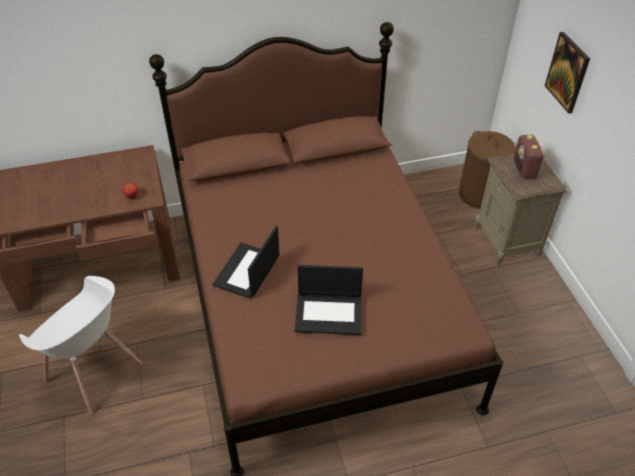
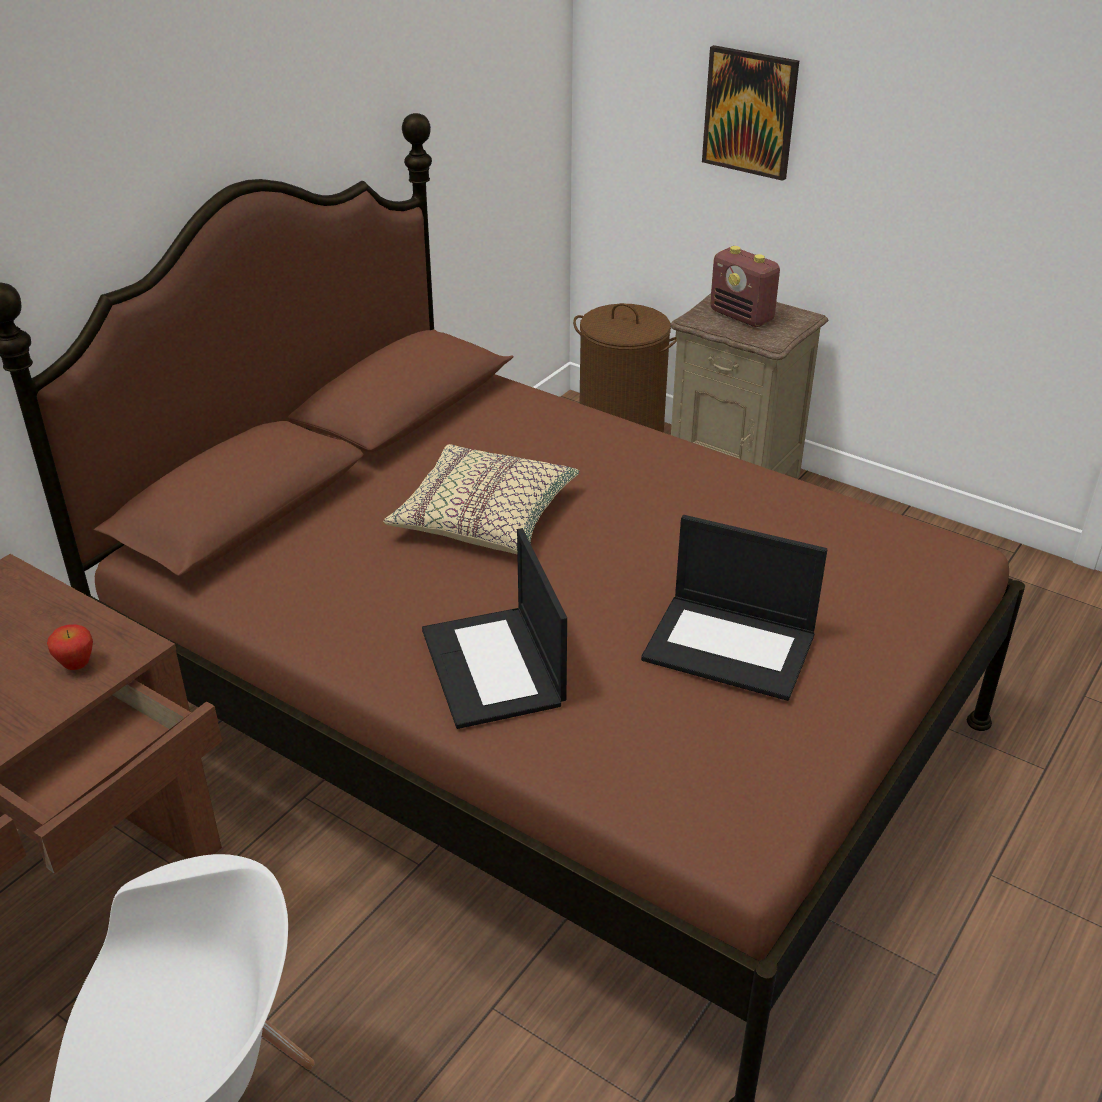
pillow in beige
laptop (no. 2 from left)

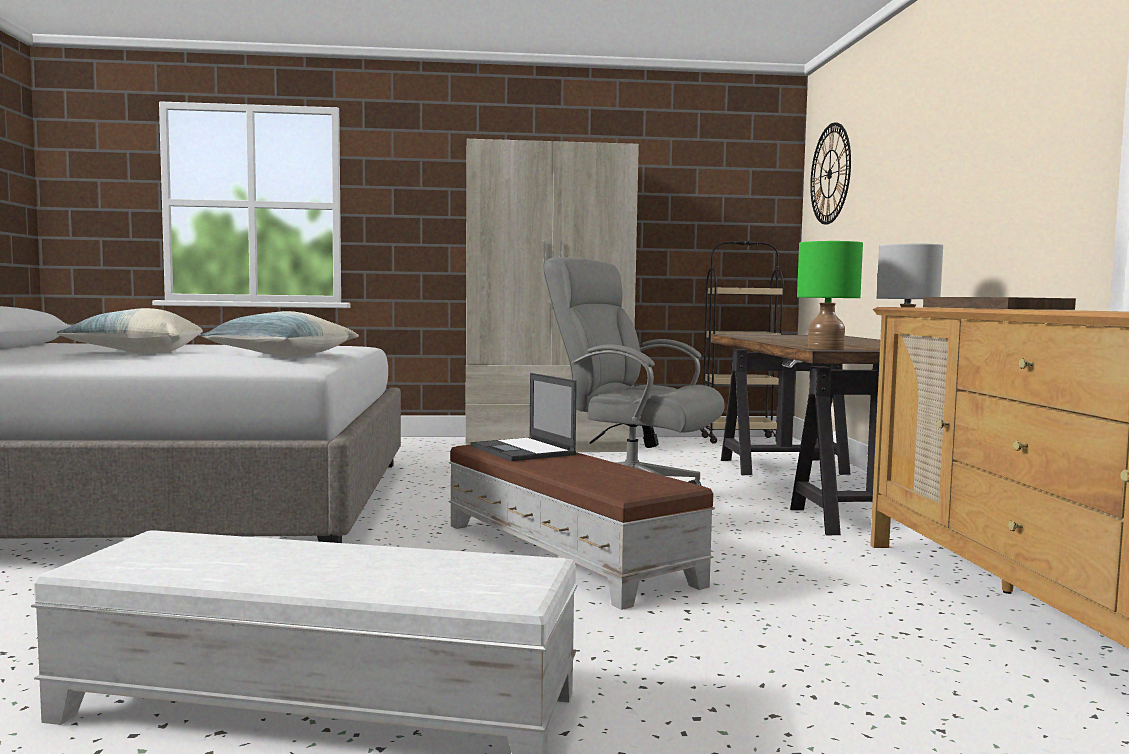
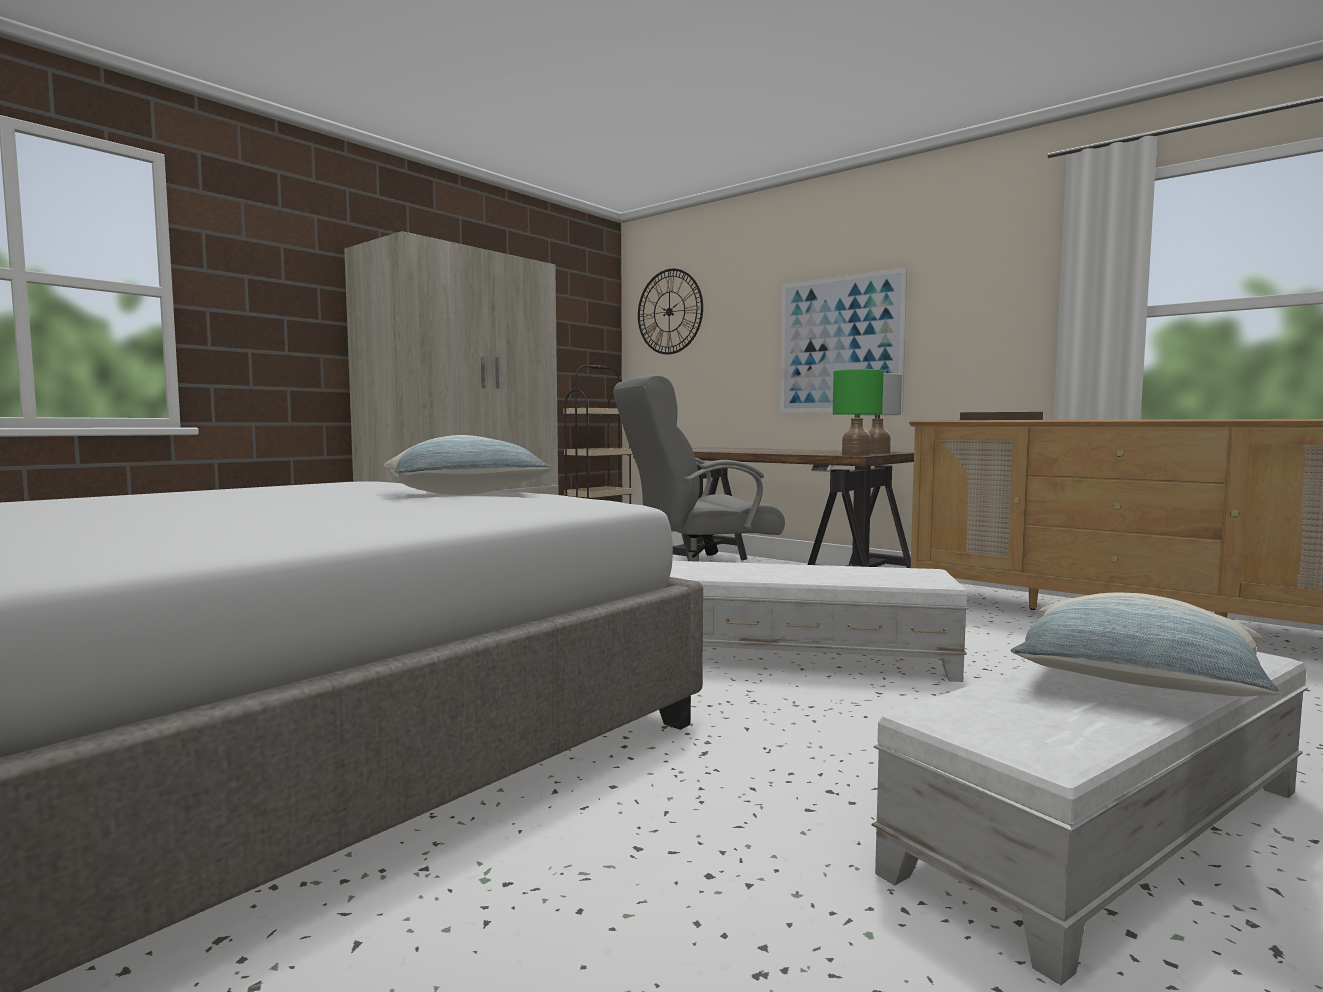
ottoman in white (no. 1 from left)
picture
pillow (no. 2 from left)
laptop

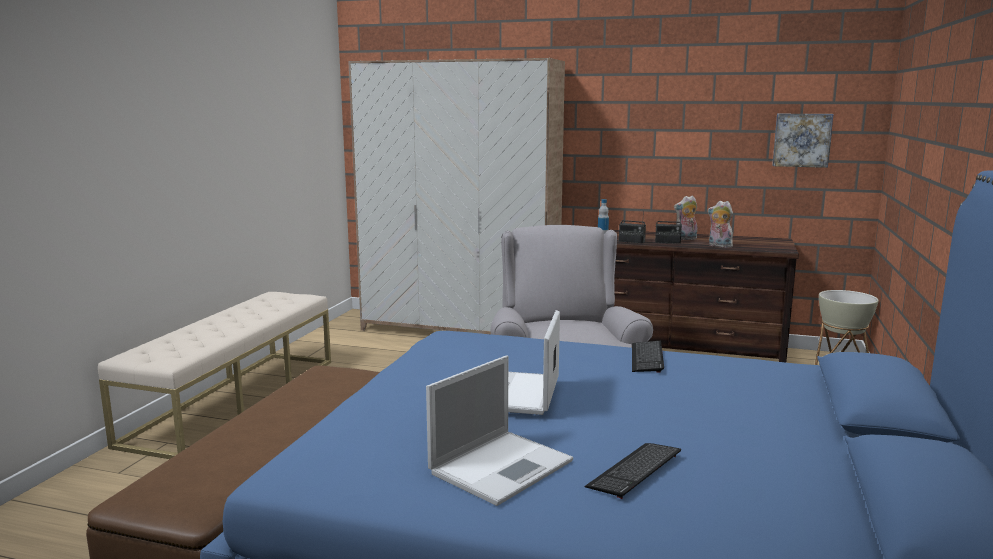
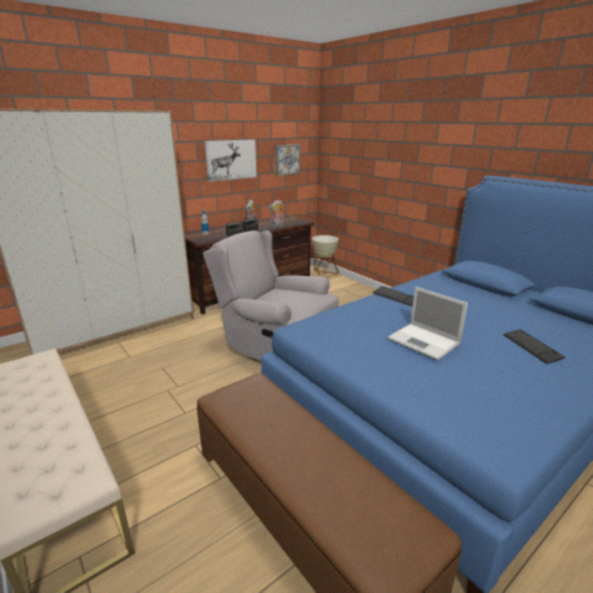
picture (no. 1 from left)
laptop (no. 1 from left in the first image)

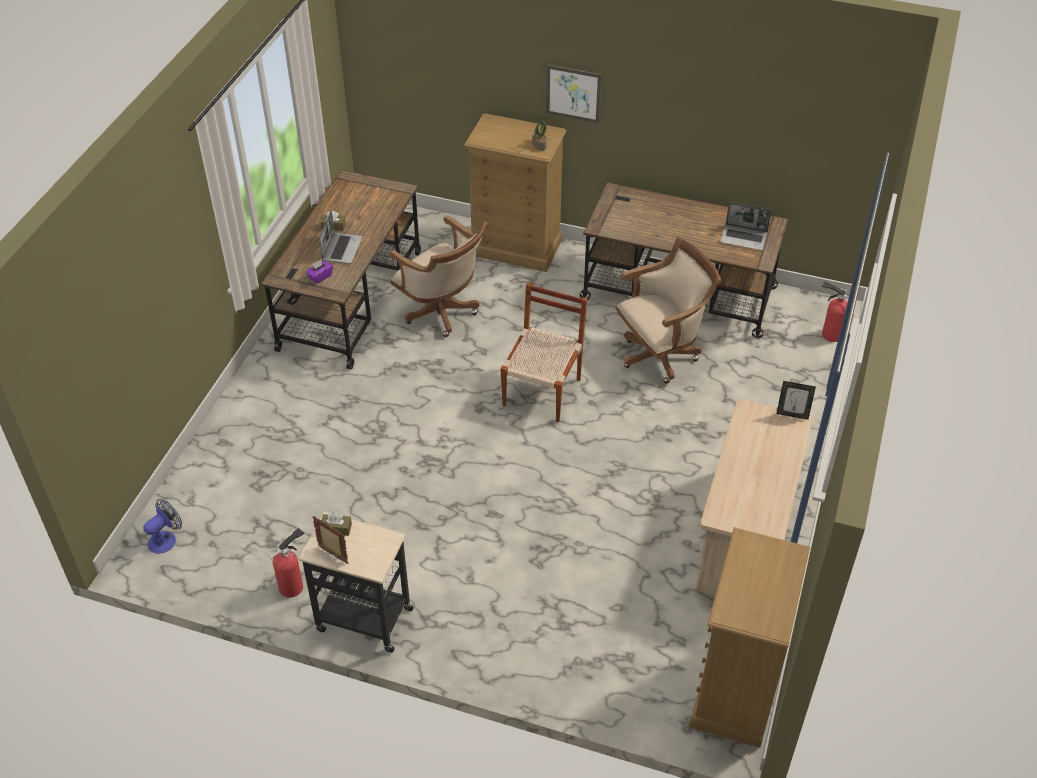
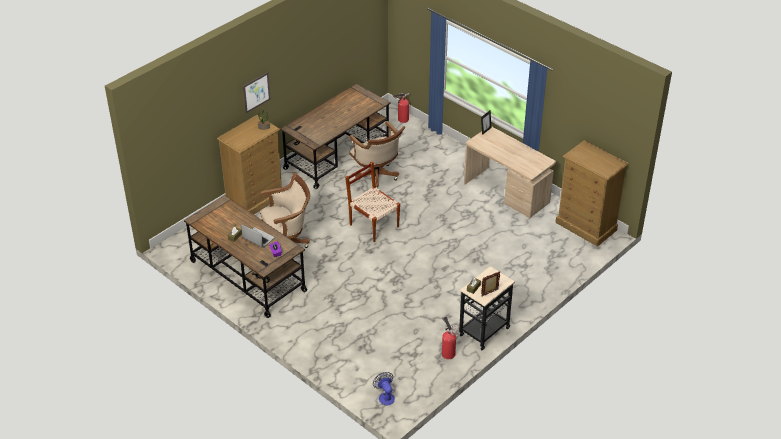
office chair (no. 2 from left)
laptop (no. 2 from left in the first image)

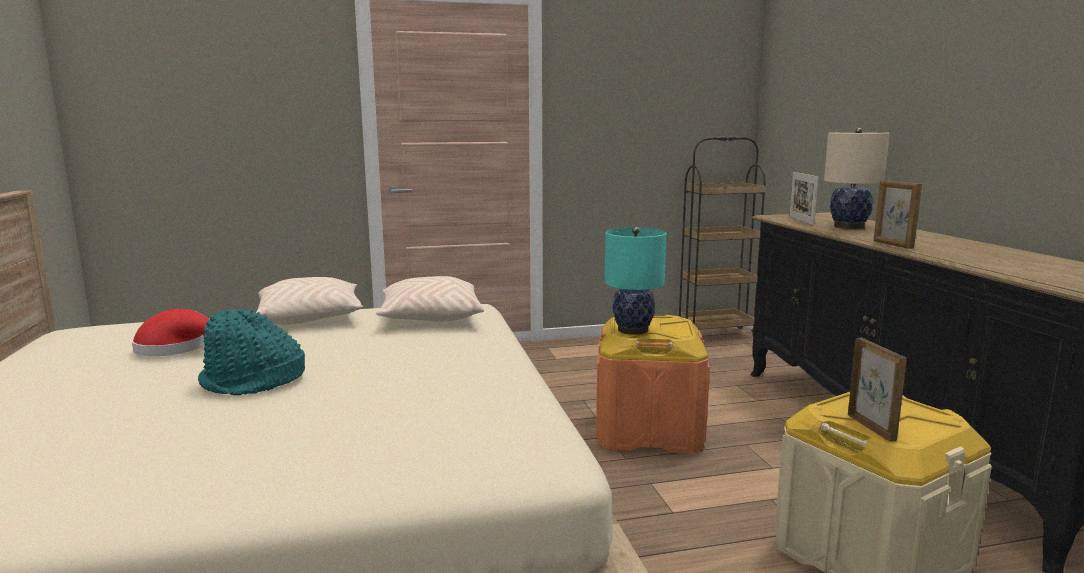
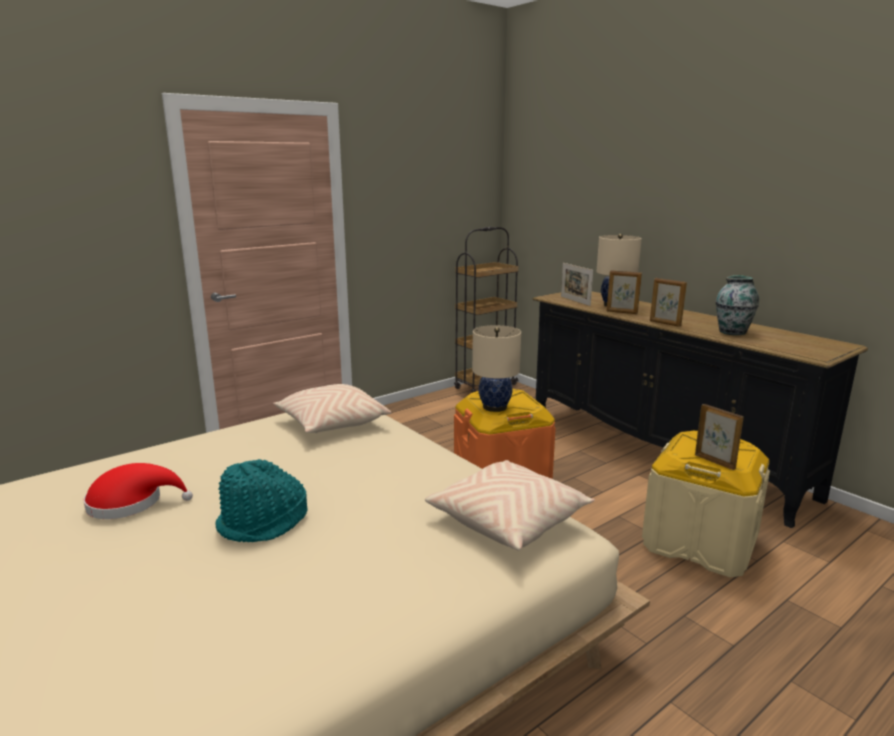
pillow in beige (no. 2 from left)
table lamp in beige (no. 1 from left)
picture frame (no. 2 from left)
vase

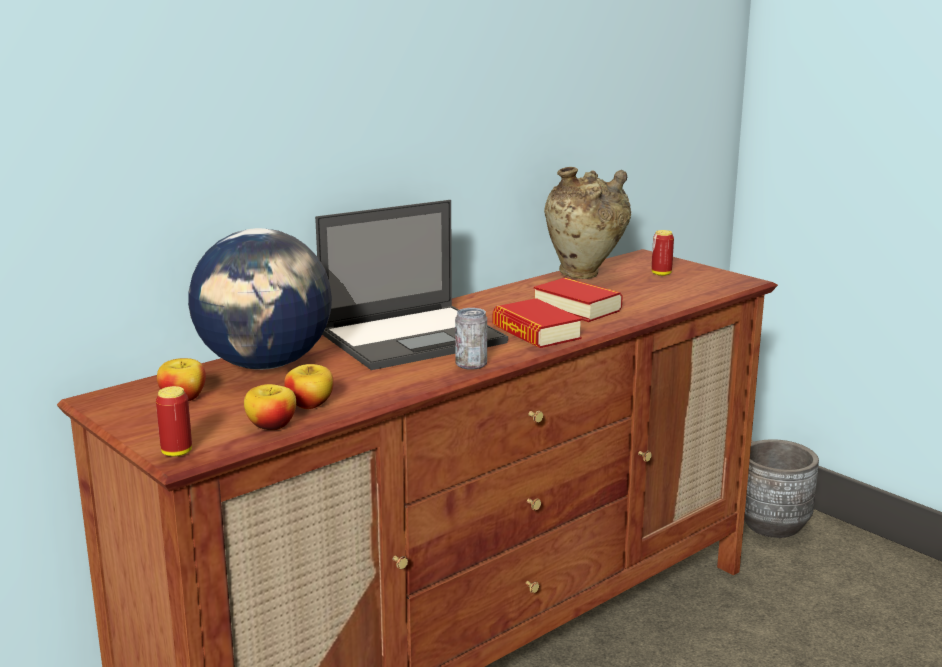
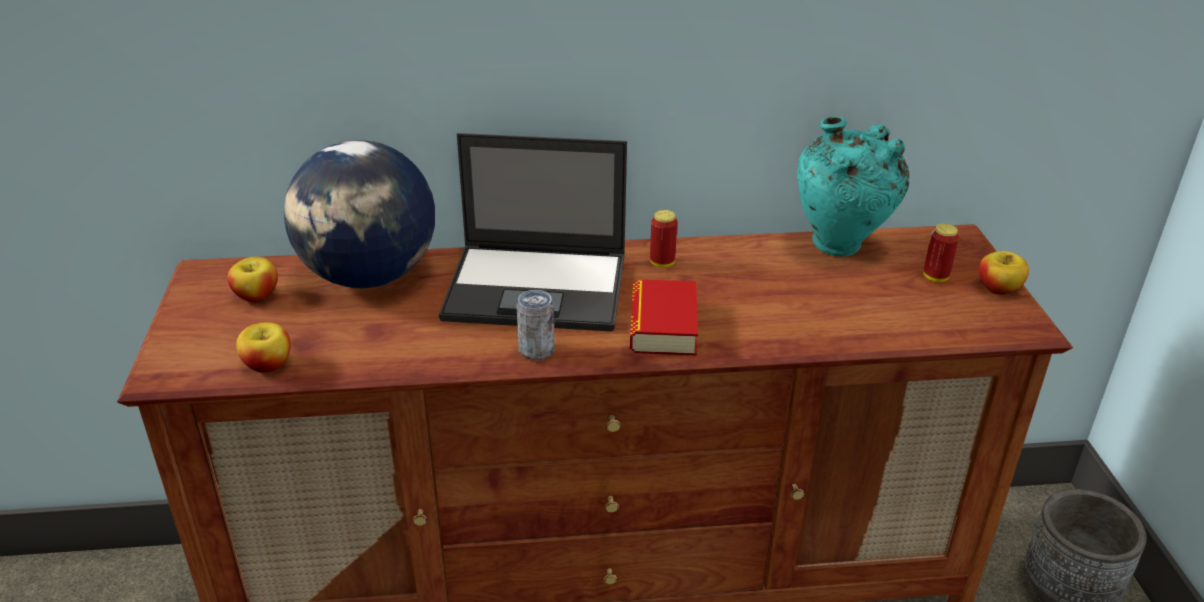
can (no. 2 from left)
vase in turquoise
apple (no. 3 from left)
book (no. 2 from left in the first image)

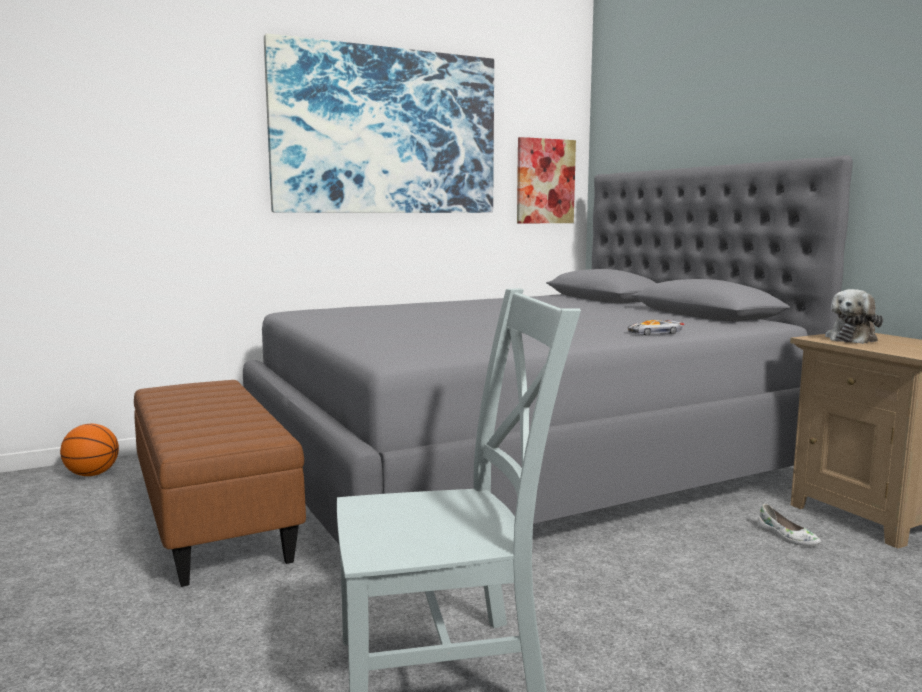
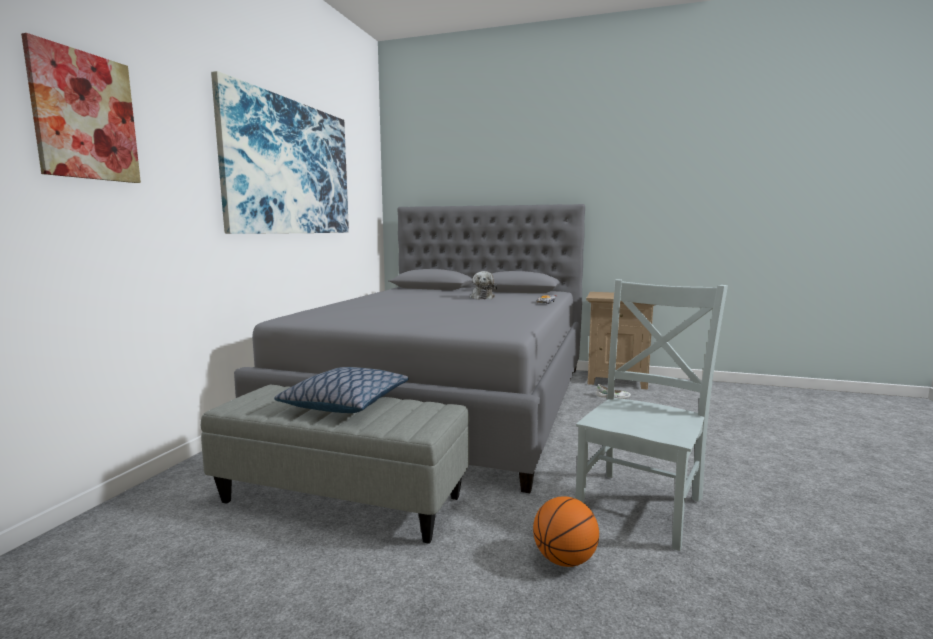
picture (no. 1 from left)
ottoman in grey
pillow
plush toy
basketball

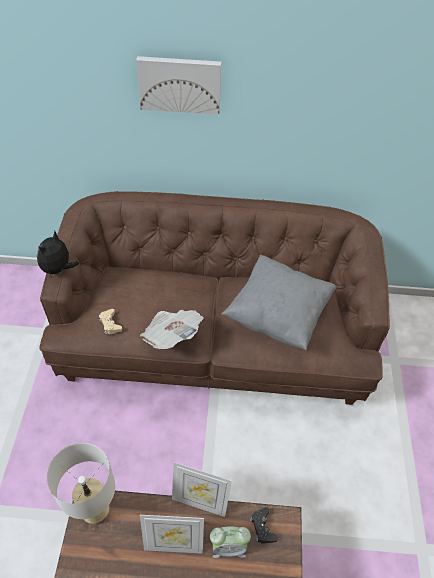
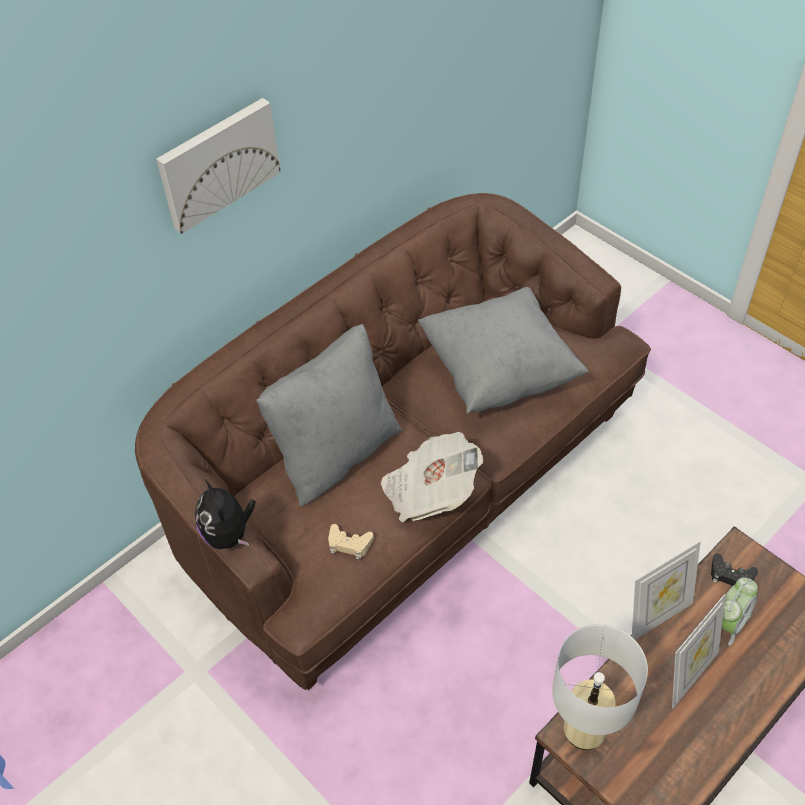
pillow in grey (no. 1 from left)

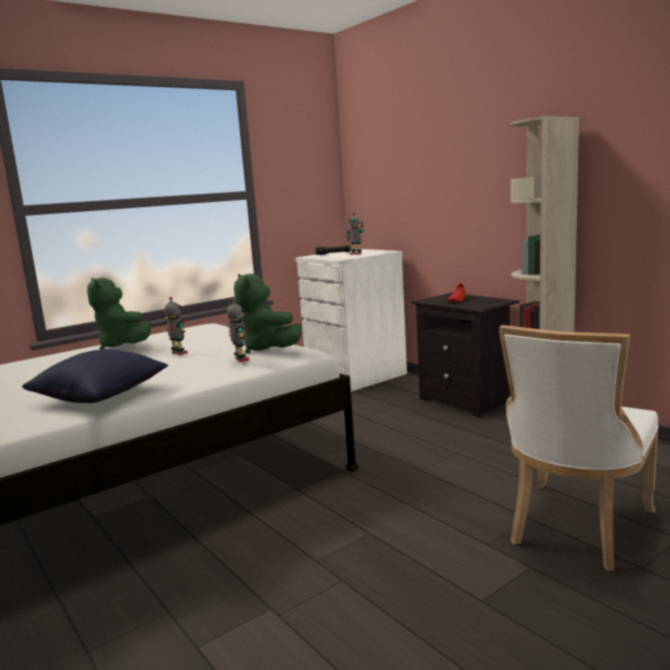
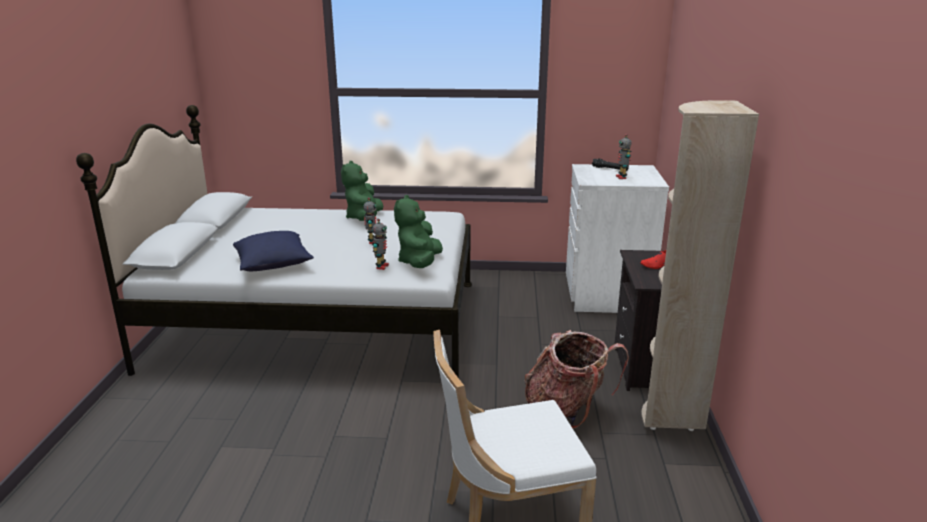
backpack

